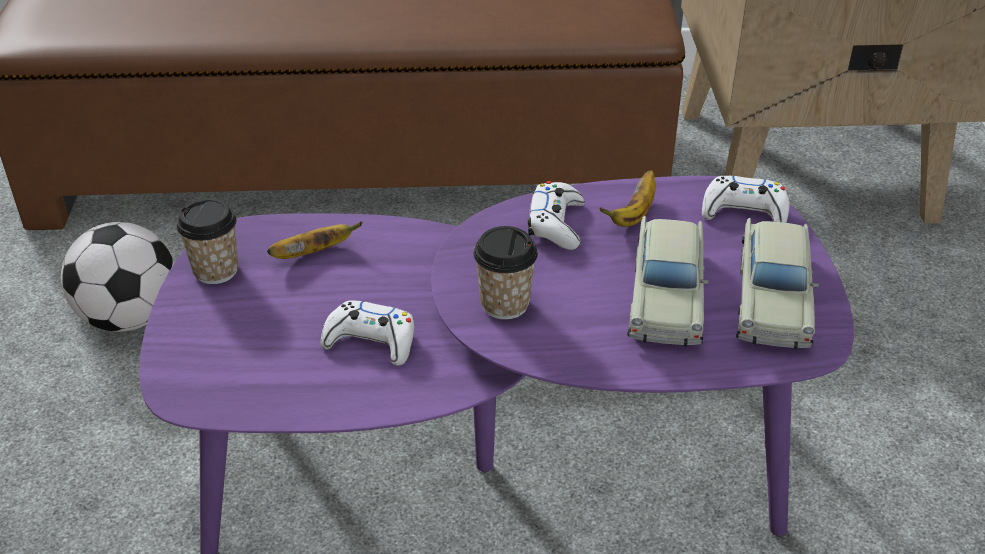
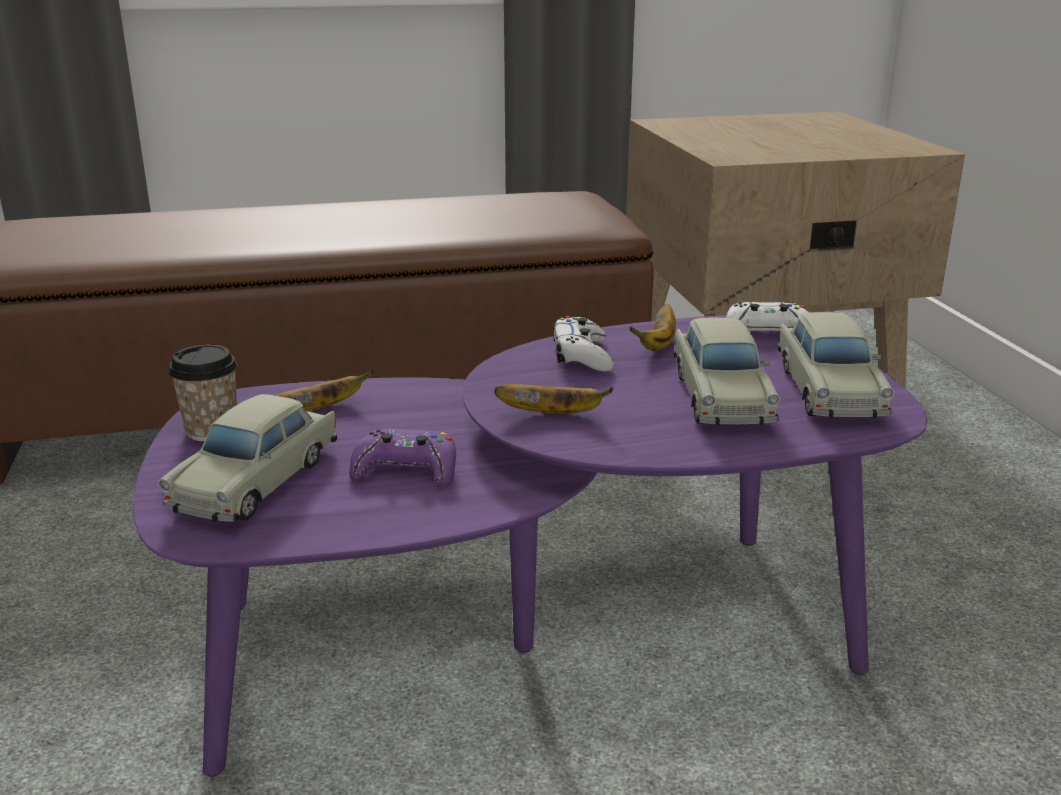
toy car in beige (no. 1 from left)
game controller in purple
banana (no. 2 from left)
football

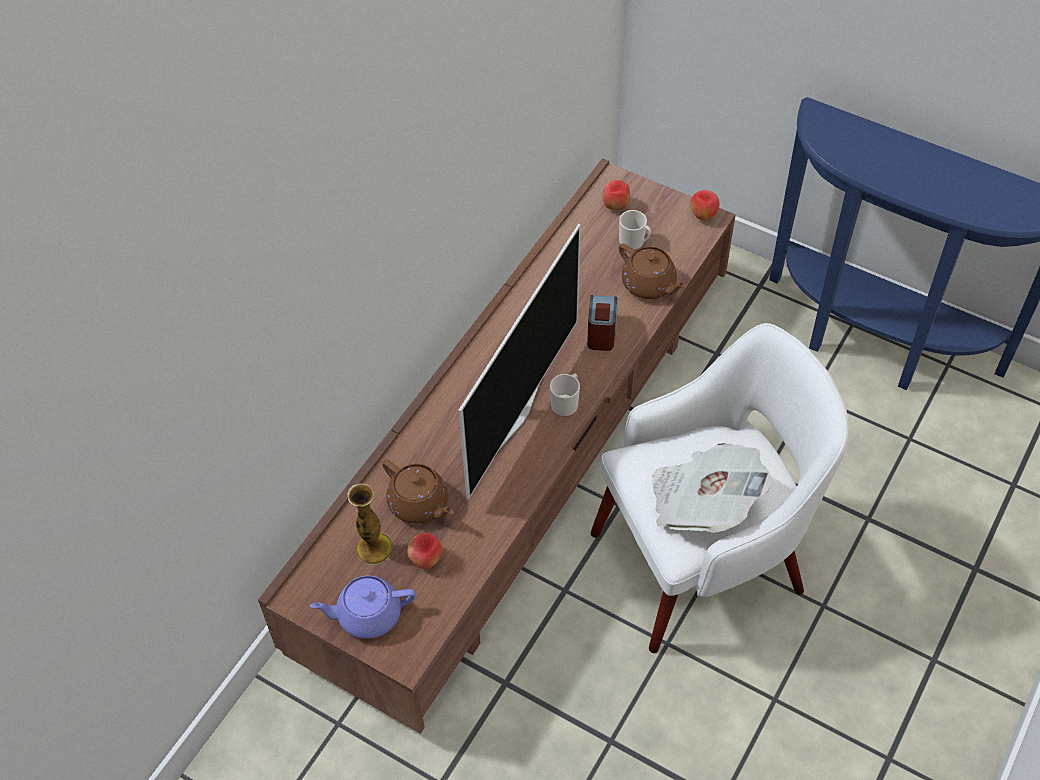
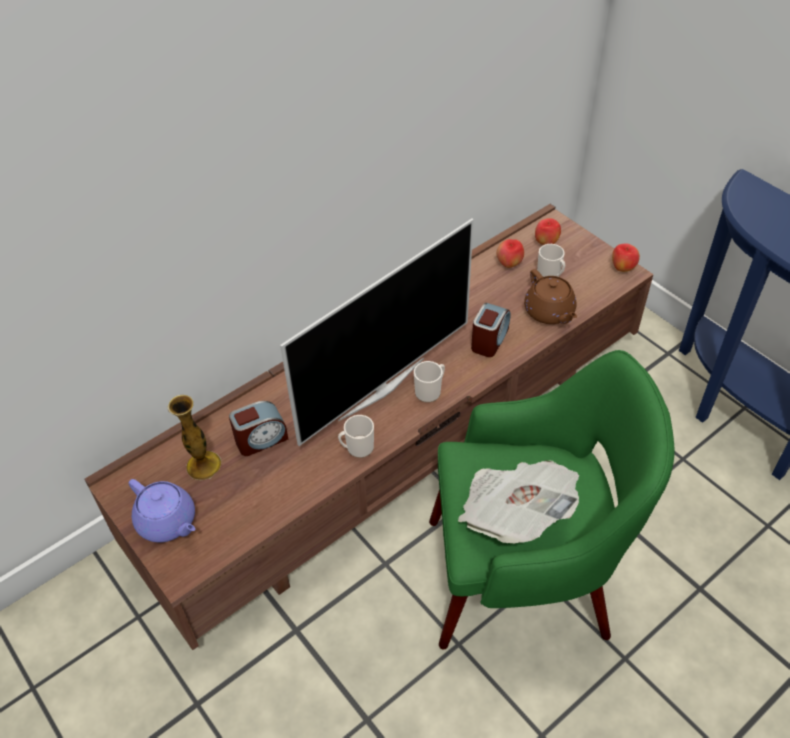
teapot in purple
alarm clock (no. 1 from left)
mug (no. 1 from left)
armchair in green
apple (no. 1 from left)

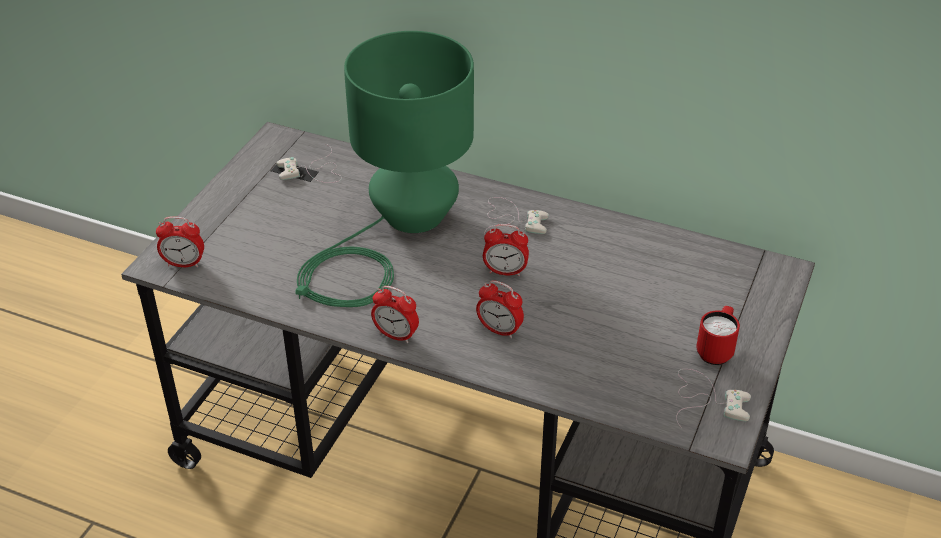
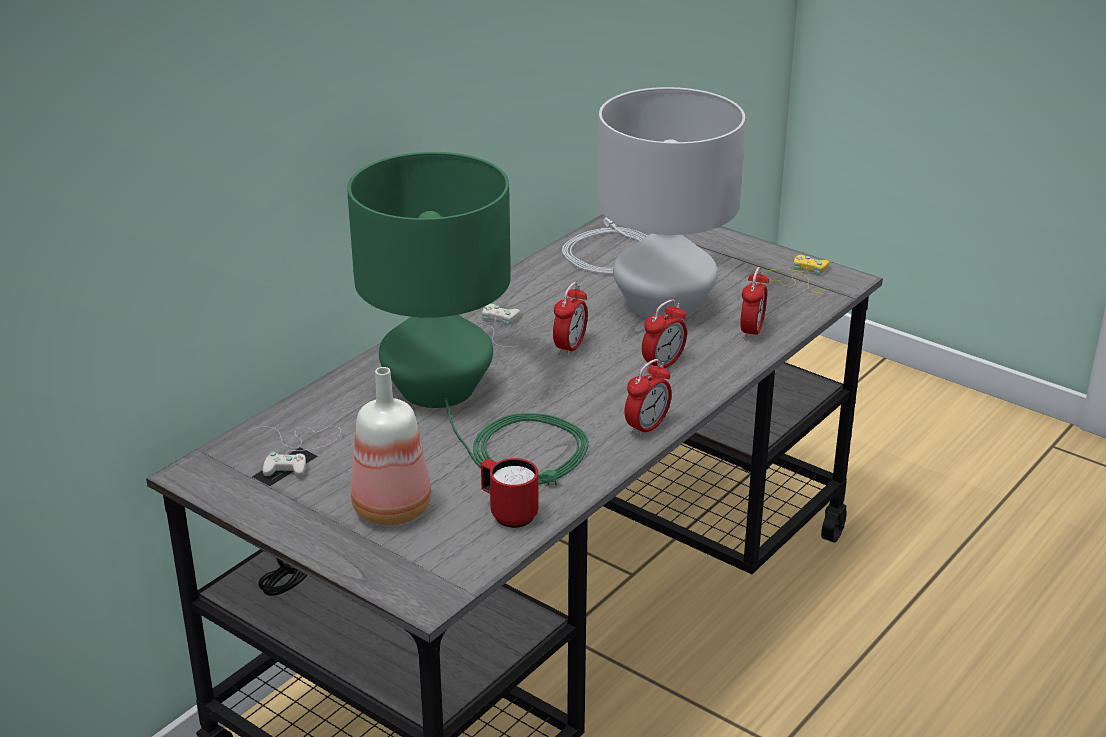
bottle
mug in red
table lamp in grey
alarm clock (no. 4 from left)
game controller in yellow

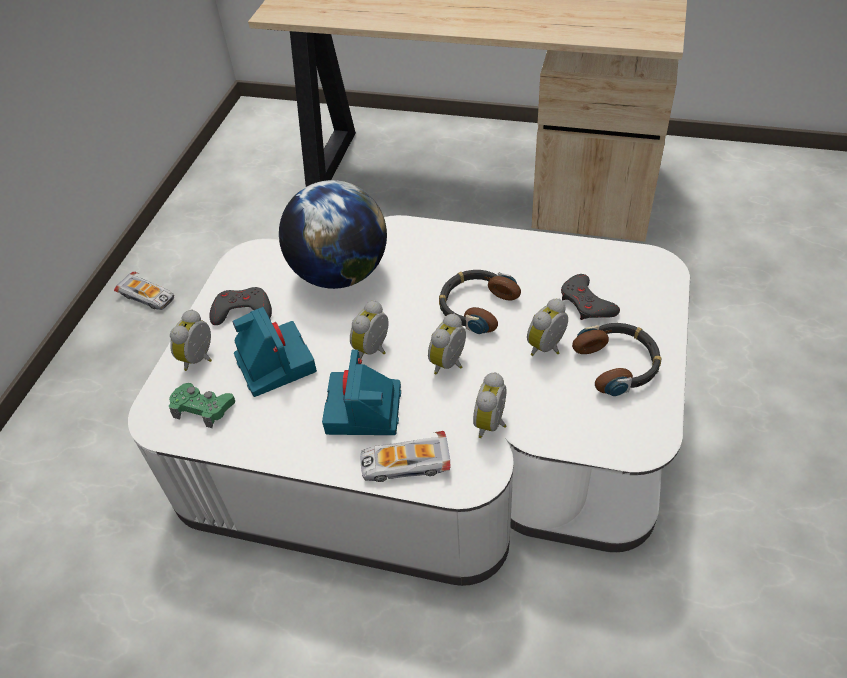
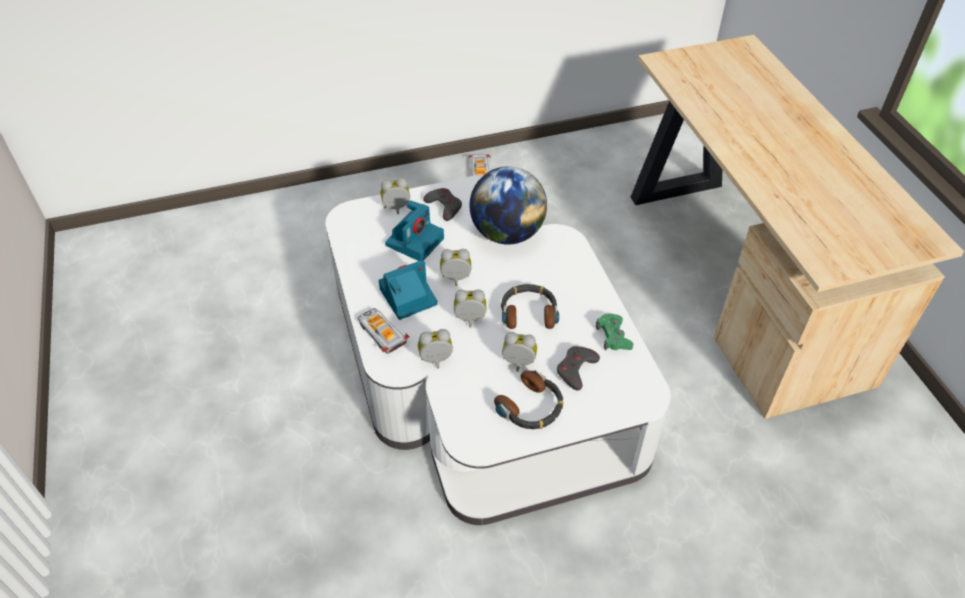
game controller in green

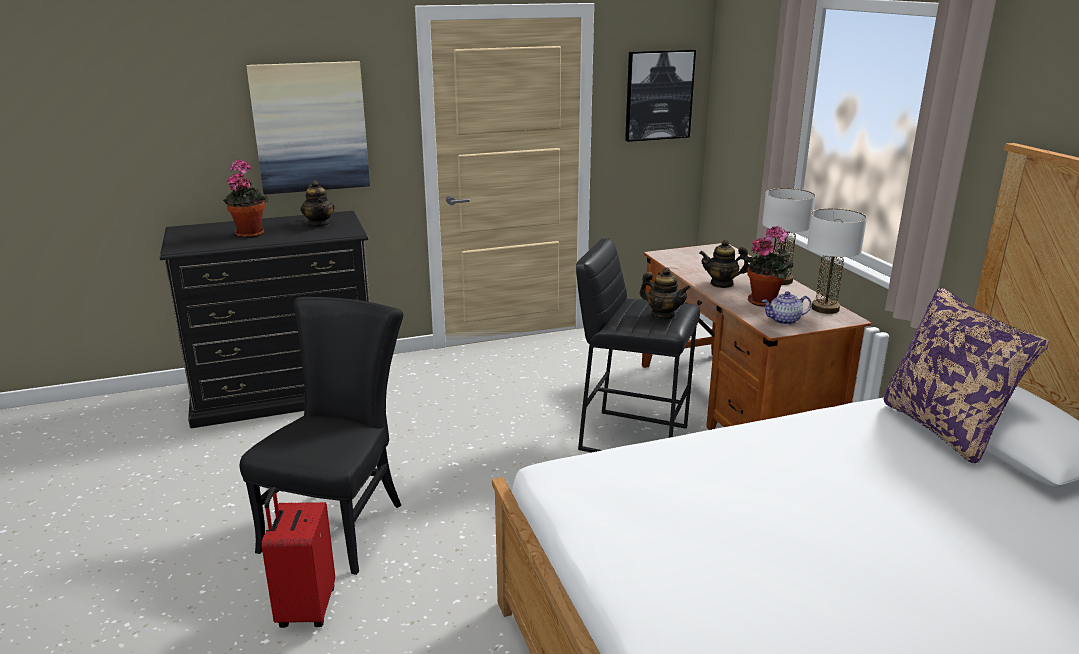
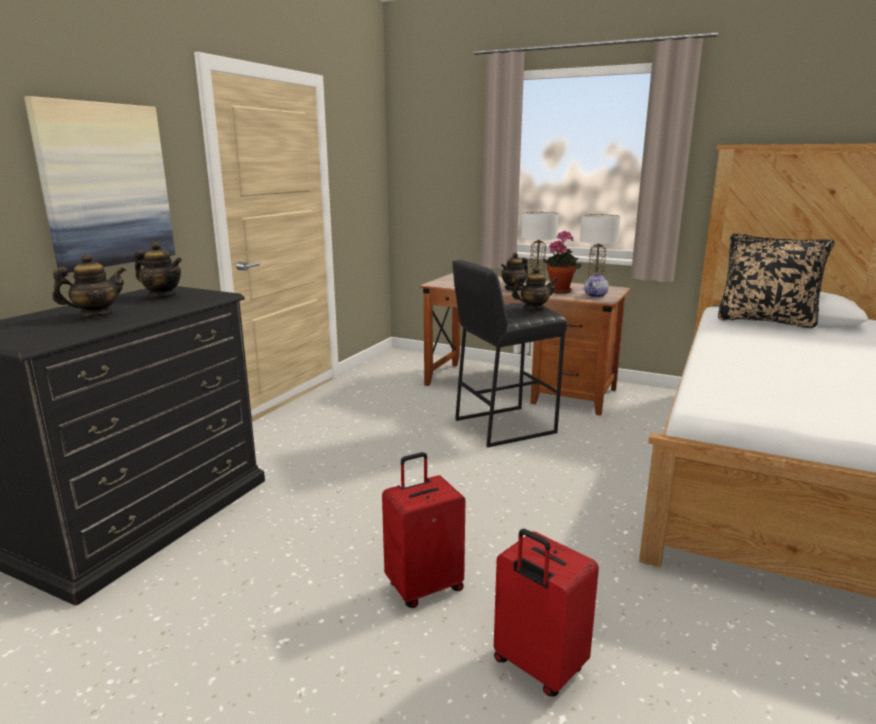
teapot (no. 1 from left)
suitcase in red (no. 1 from left)
pillow in black
picture (no. 2 from left in the first image)

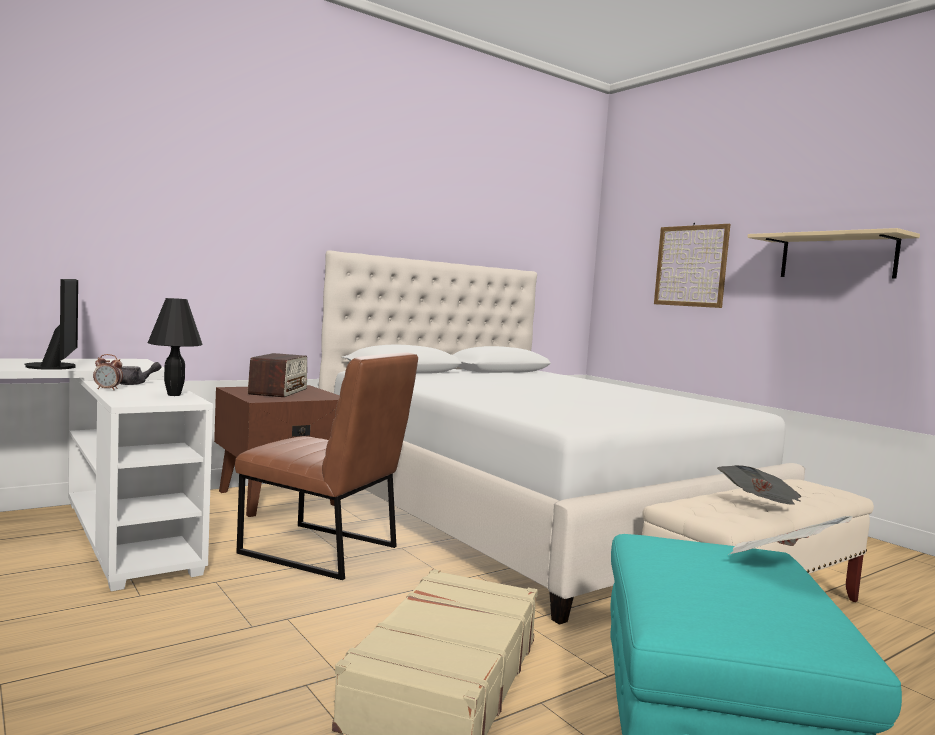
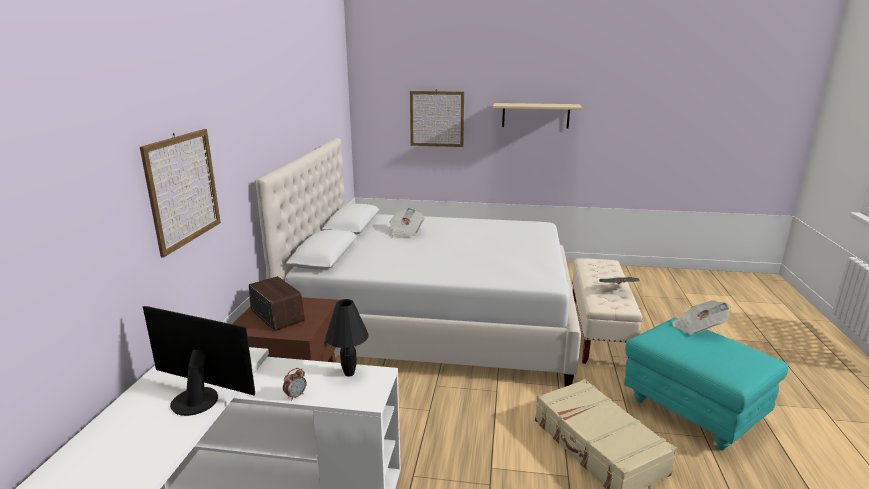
picture (no. 1 from left)
newspaper (no. 1 from left)
teapot in grey
chair in brown

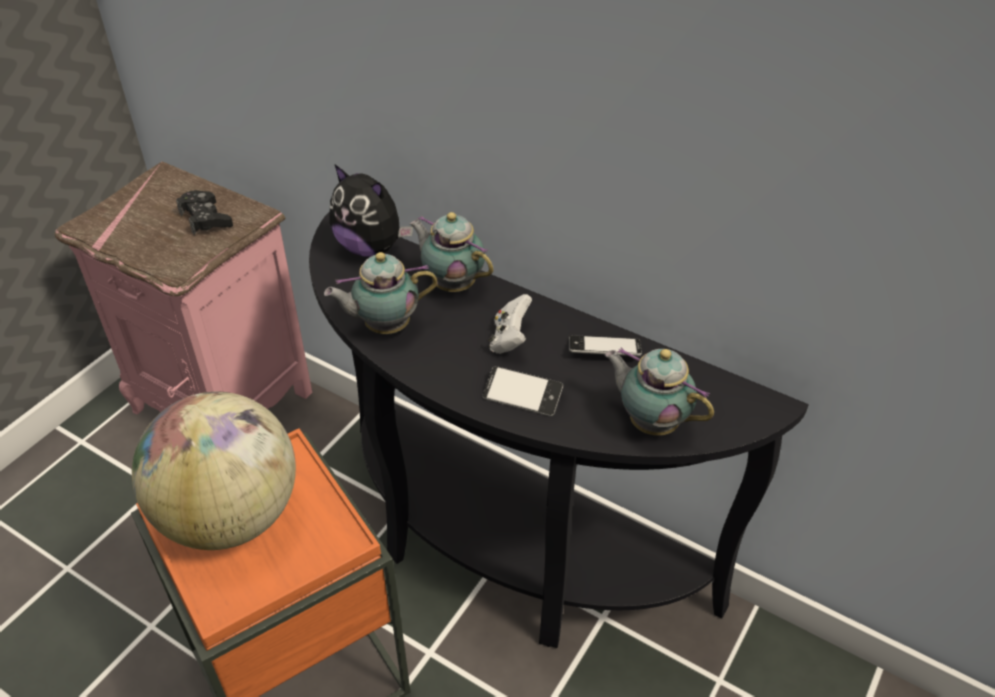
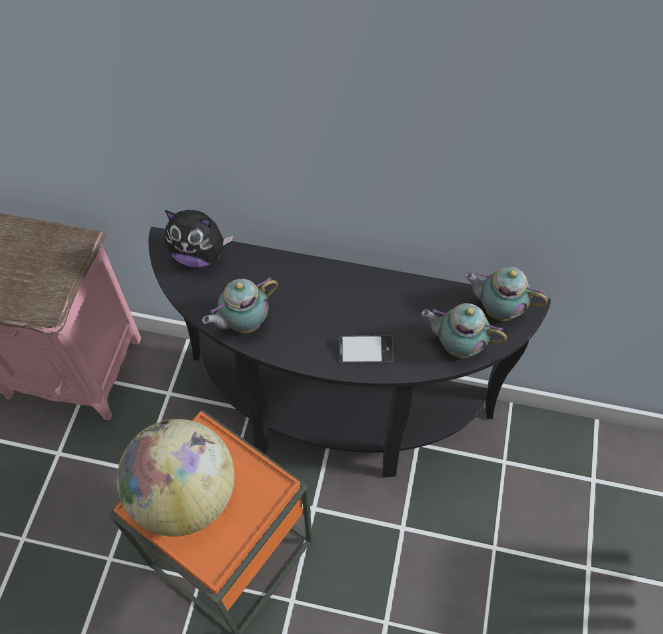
teapot (no. 3 from left)
game controller in black
game controller in white
phone (no. 2 from left in the first image)

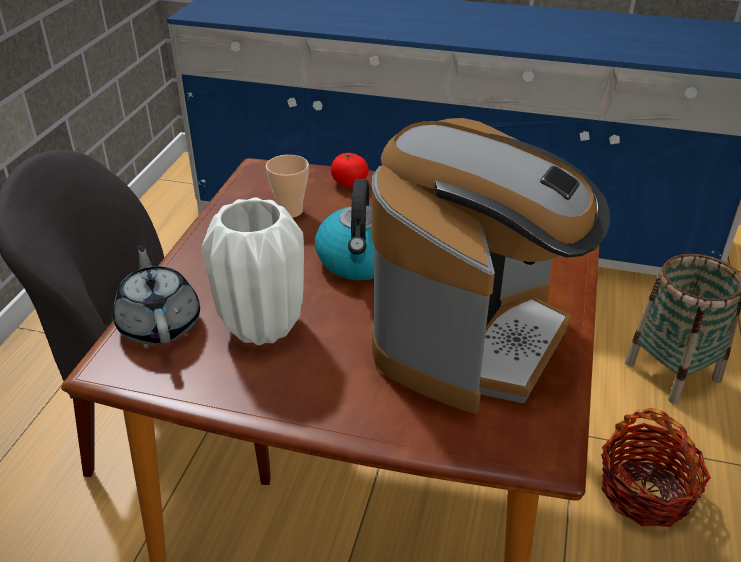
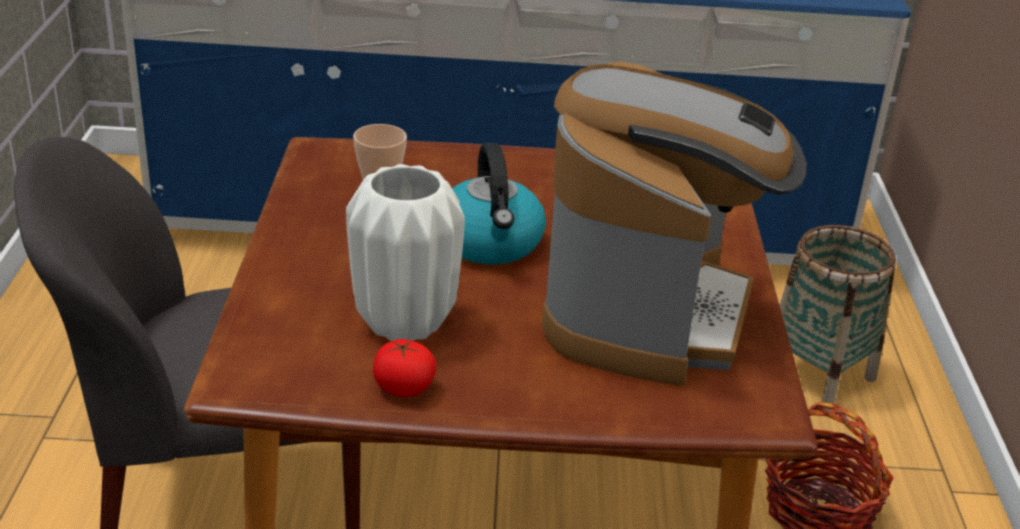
tomato
teapot in grey

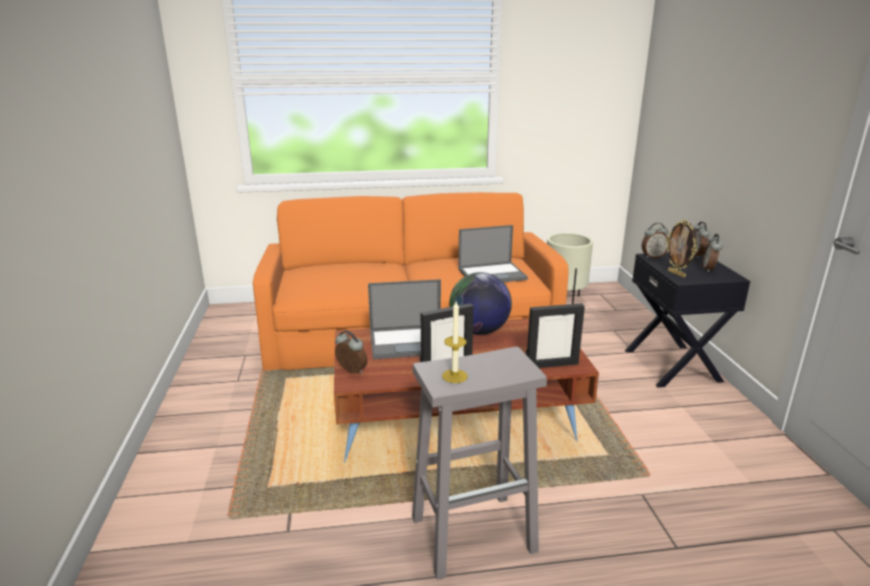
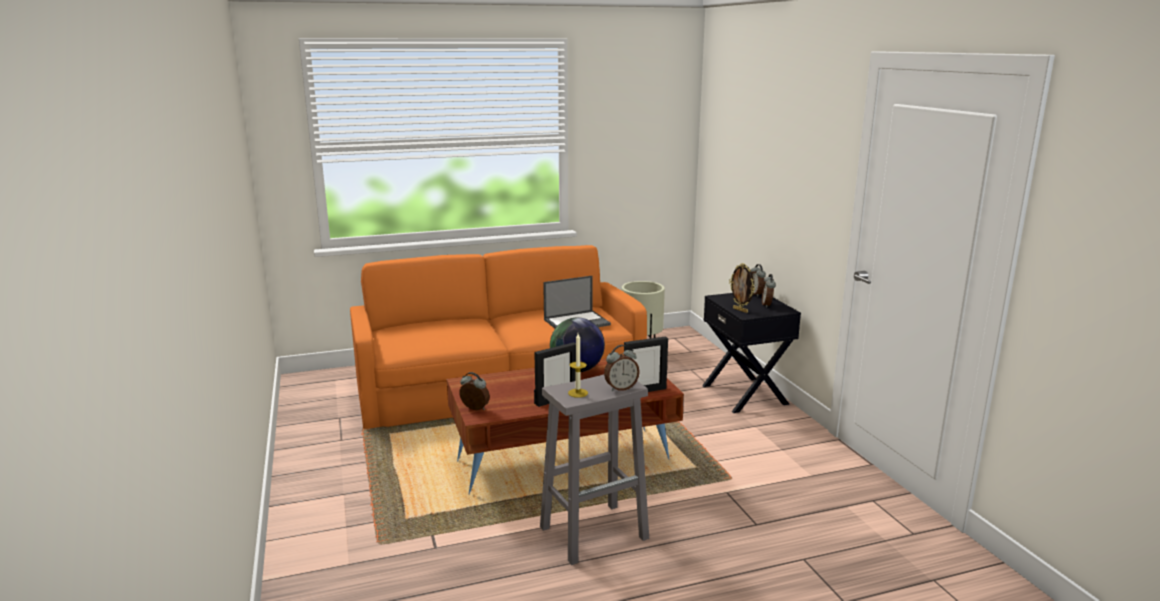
alarm clock (no. 2 from left)
laptop (no. 1 from left in the first image)

